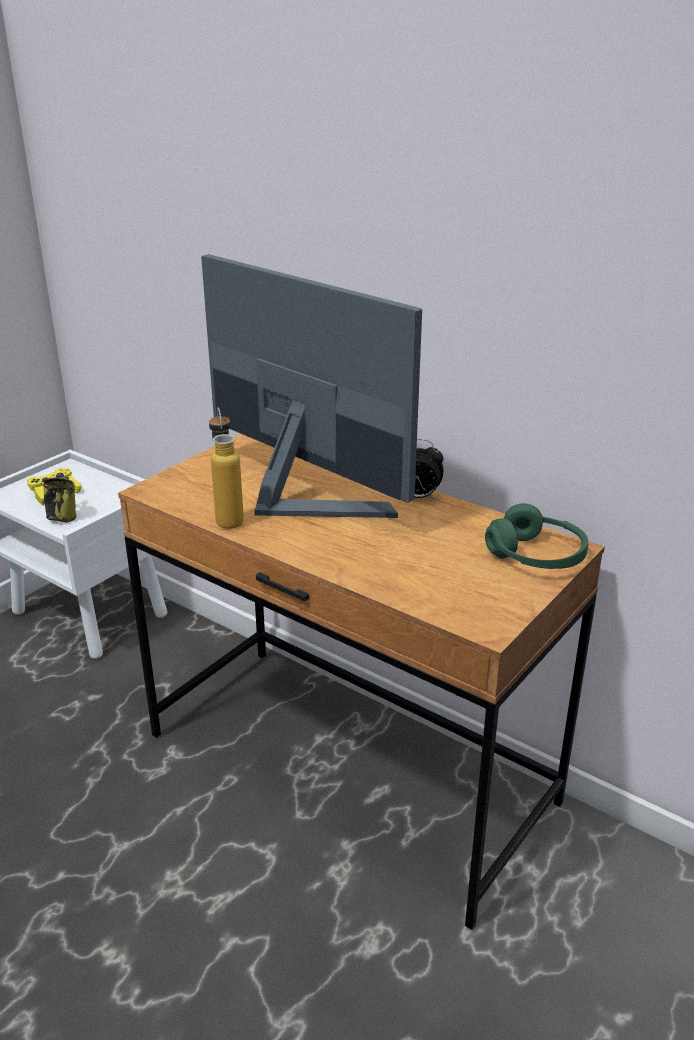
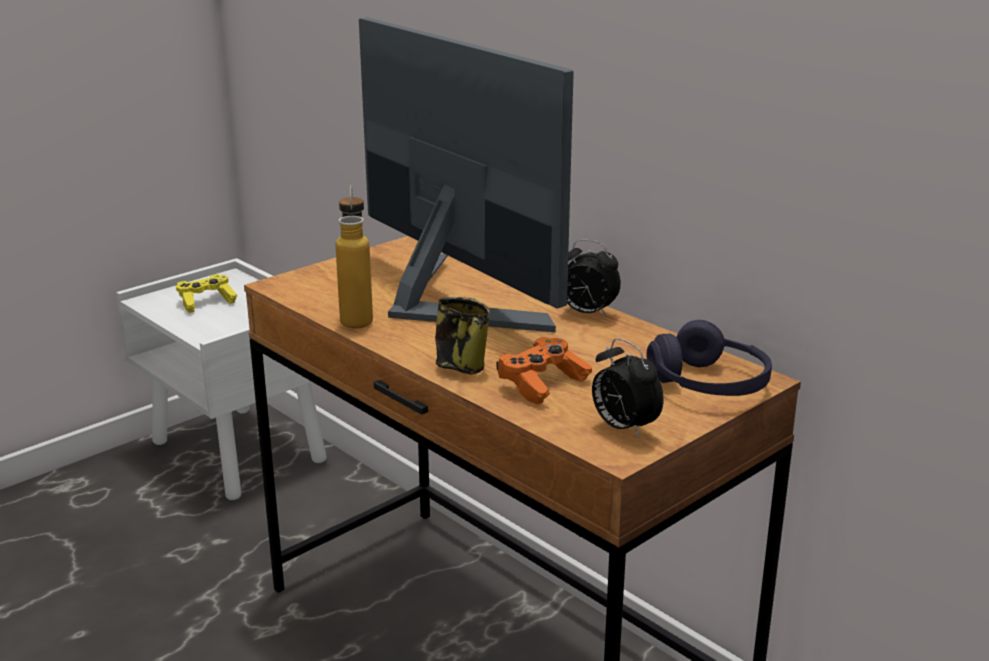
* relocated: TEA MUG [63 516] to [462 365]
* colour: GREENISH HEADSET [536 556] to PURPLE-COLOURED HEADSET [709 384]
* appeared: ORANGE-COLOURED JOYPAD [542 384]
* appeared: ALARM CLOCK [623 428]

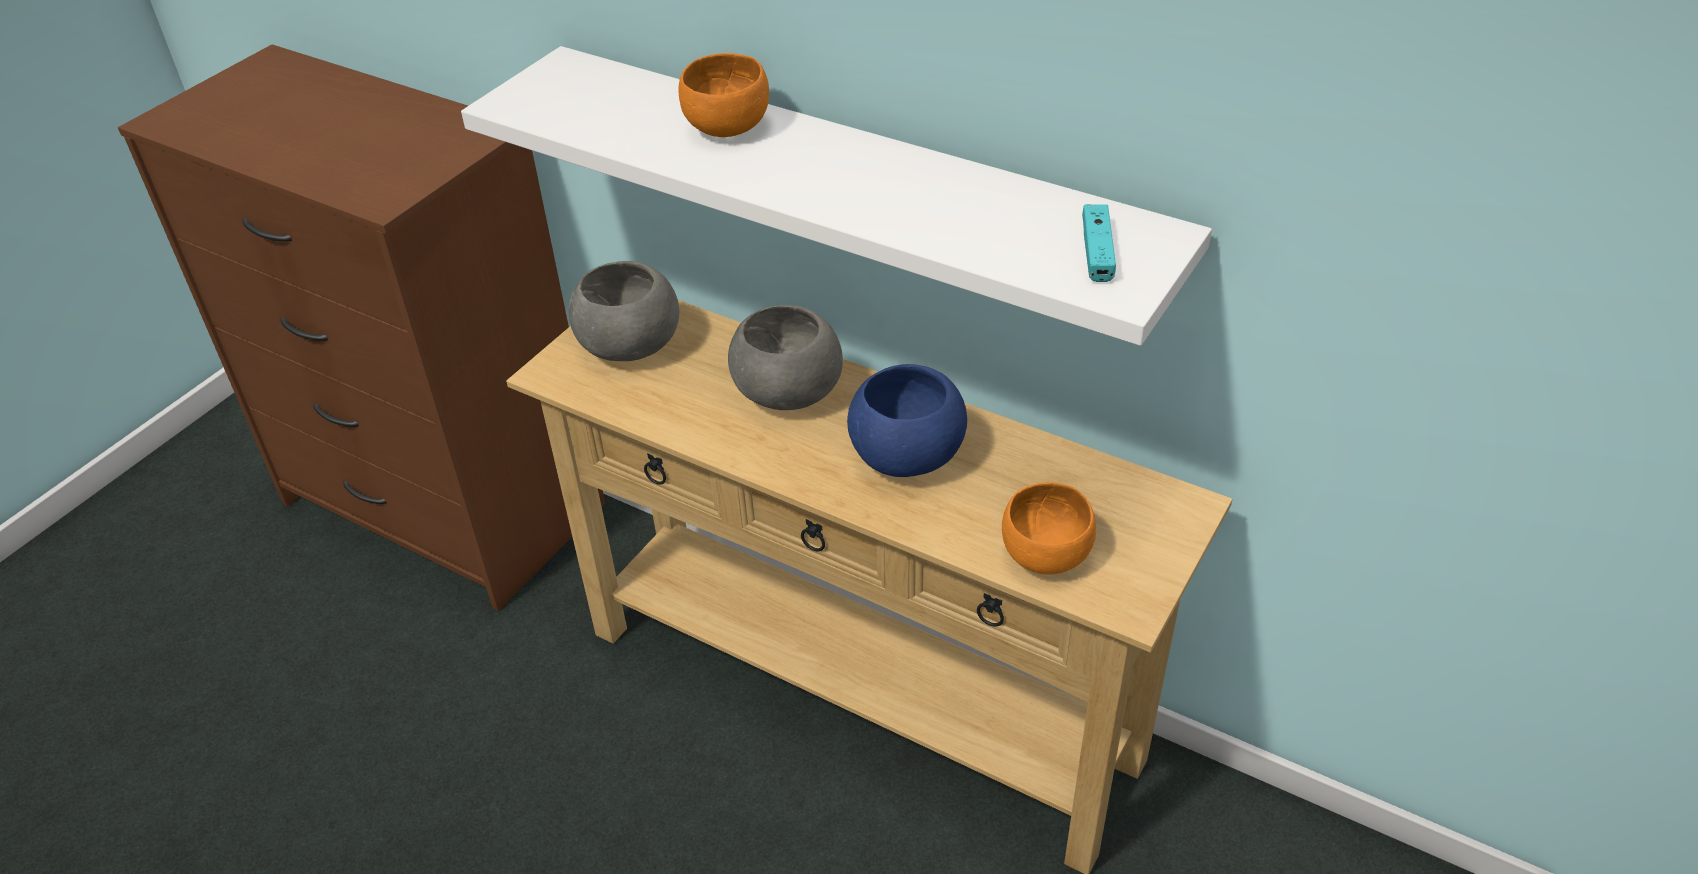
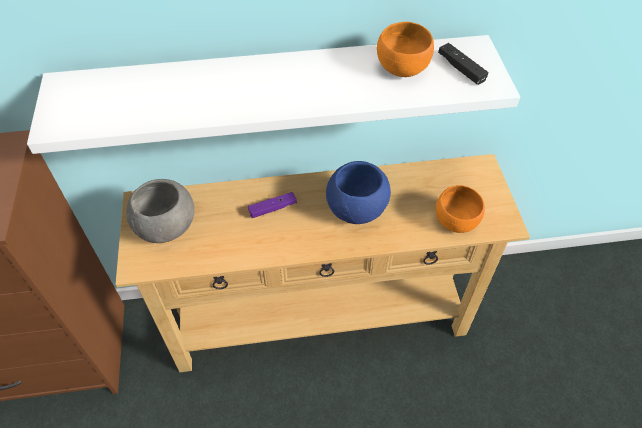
* relocated: ORANGE-COLOURED SERVING BOWL [726 130] to [403 70]
* colour: TURQUOISE-COLOURED JOYPAD [1097 252] to BLACK JOYPAD [461 69]
* exchanged: GRAY SERVING BOWL [788 395] to PURPLE-COLOURED JOYPAD [272 208]

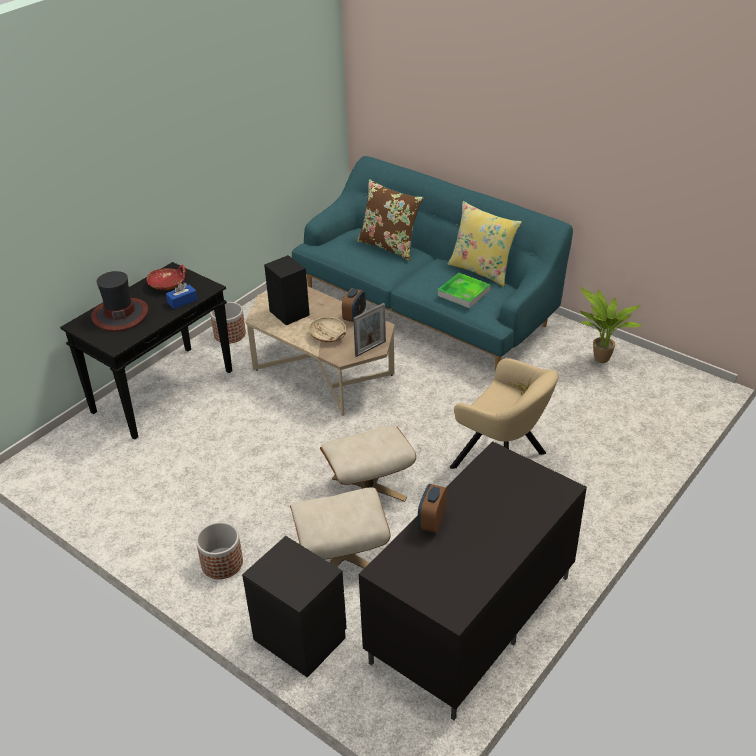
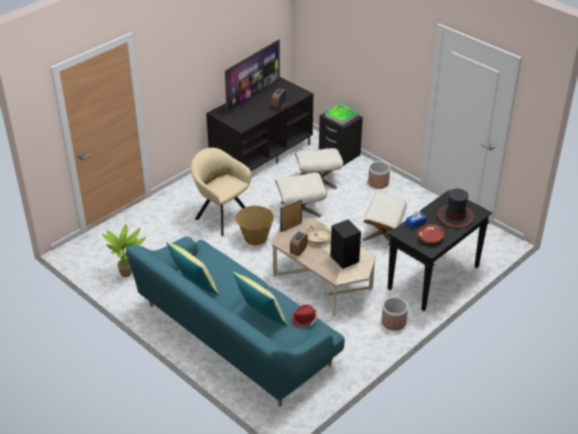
* colour: BROWN CUSHION [389 246] to YELLOW CUSHION [260 317]
* relocated: TRAY [463 293] to [341 116]
* appeared: TV SET [252 97]
* appeared: BEIGE POUFFE [383 233]
* appeared: STORAGE BASKET [255 238]
* appeared: REDDISH HAT [304 319]

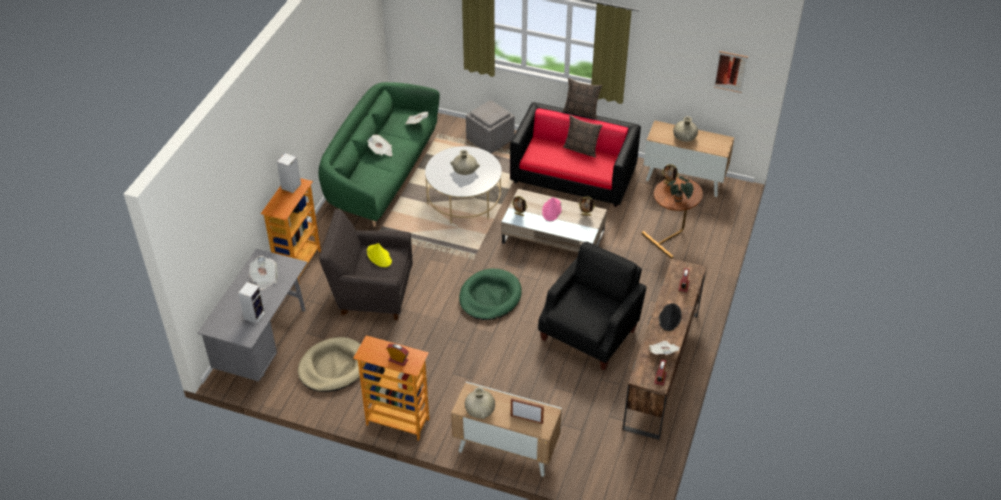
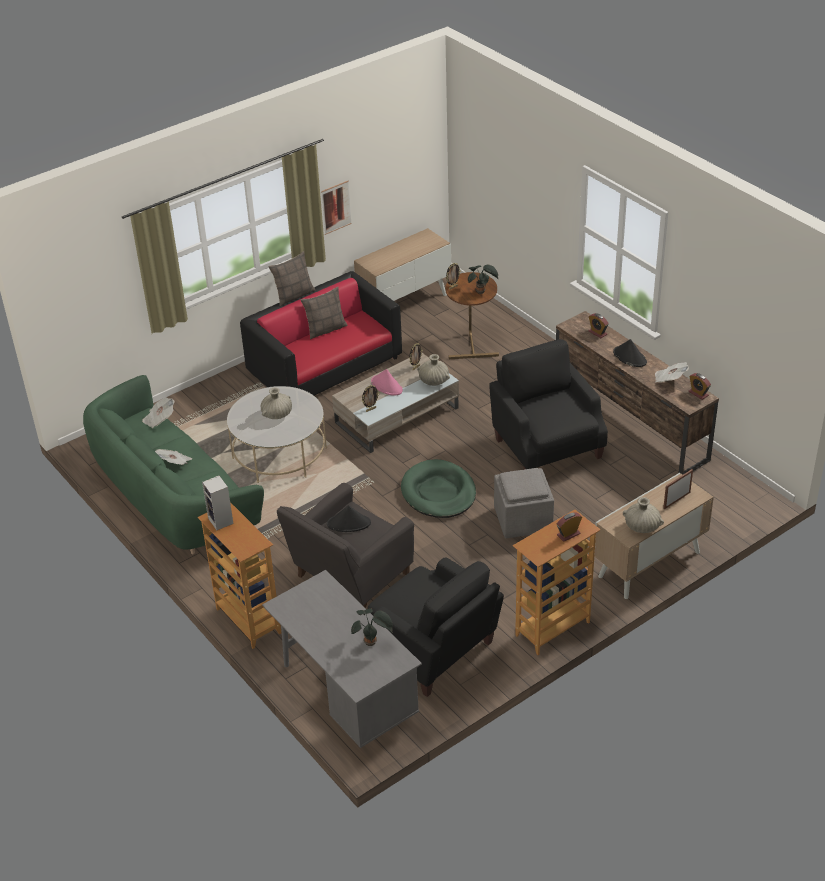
* relocated: WALL ART [730 71] to [336 207]
* relocated: GRAY POUFFE [490 140] to [523 519]
* relocated: BEIGE VASE [684 137] to [434 381]
* colour: YELLOW HAT [379 256] to BLACK HAT [349 523]
* missing: NEWSPAPER [264 278]
* exchanged: SPEAKER [254 315] to POTTED PLANT [372 642]
* exchanged: BEIGE PET BED [333 367] to BLACK ARMCHAIR [433 651]

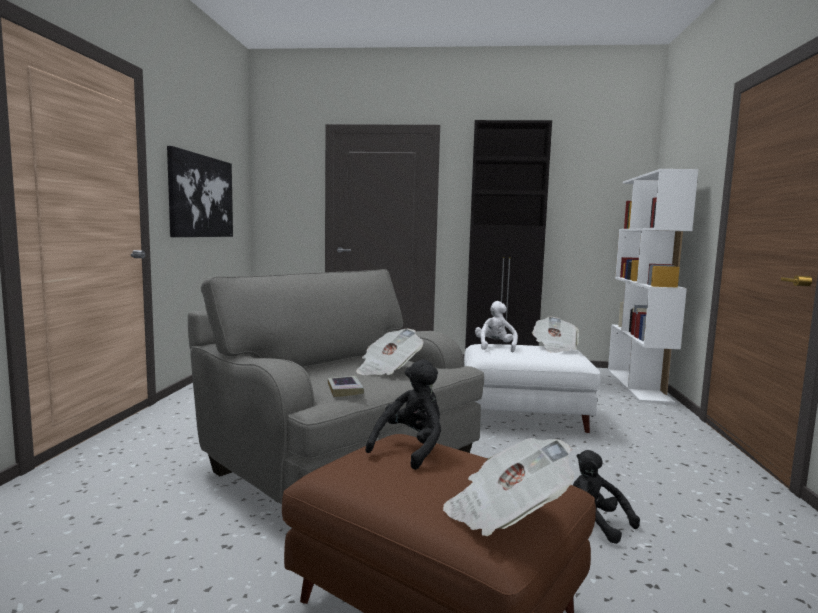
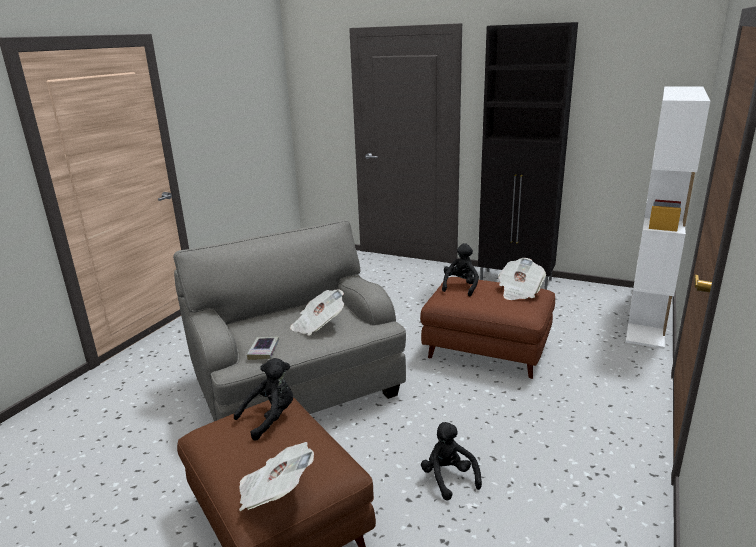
* missing: WALL ART [201 196]
* colour: WHITE-COLOURED CUDDLY TOY [495 347] to BLACK CUDDLY TOY [460 286]
* colour: WHITE-COLOURED POUFFE [524 416] to BROWN POUFFE [487 350]

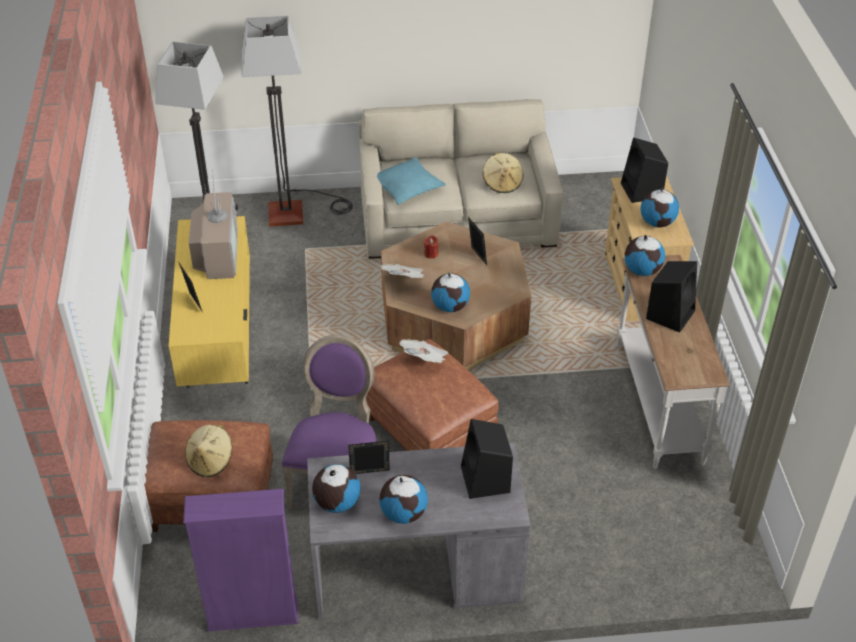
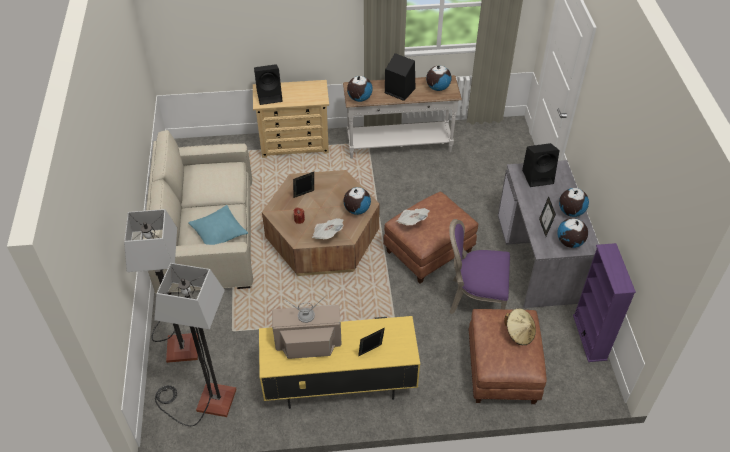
* missing: BEIGE HAT [502 183]
* relocated: WORLD GLOBE [657 222] to [437 88]

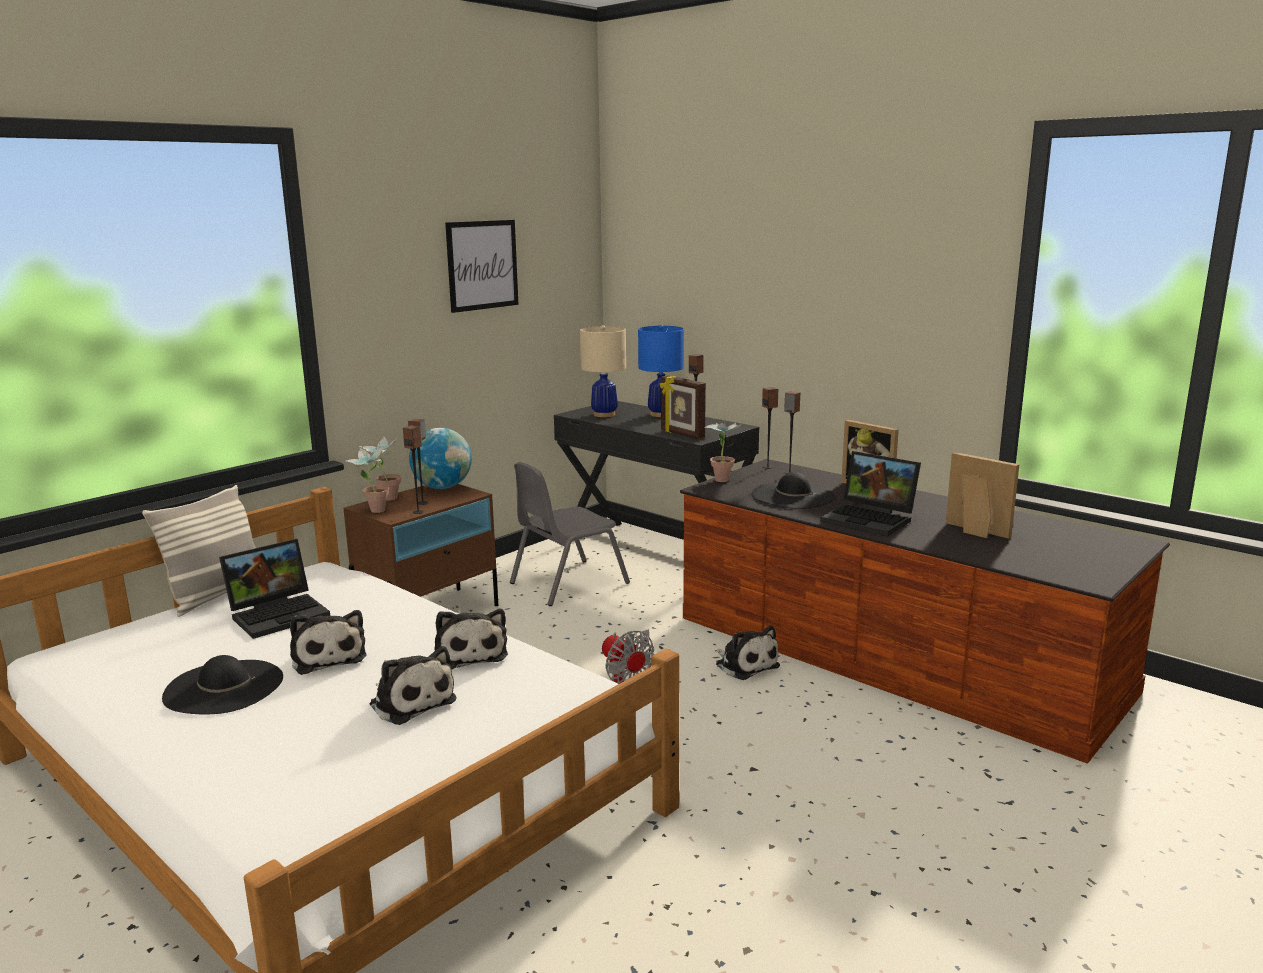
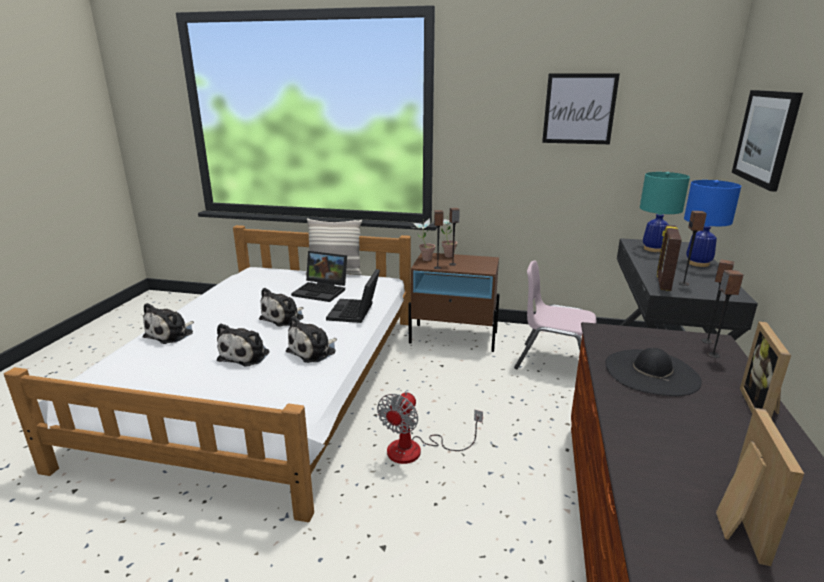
* colour: BEIGE TABLETOP LAMP [604 414] to TURQUOISE-COLOURED TABLETOP LAMP [653 249]
* missing: POTTED PLANT [723 478]
* missing: WORLD GLOBE [442 487]
* relocated: LAPTOP [871 519] to [355 312]
* colour: GRAY UPRIGHT CHAIR [568 583] to PINKISH UPRIGHT CHAIR [555 362]
* relocated: CUDDLY TOY [745 664] to [171 334]
* missing: BLACK HAT [223 687]
* appeared: WALL ART [766 137]

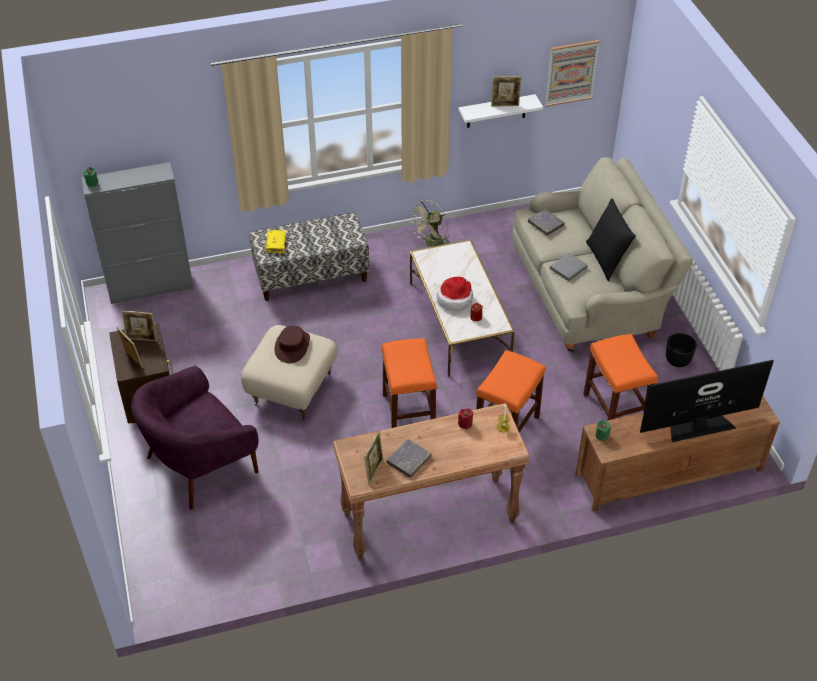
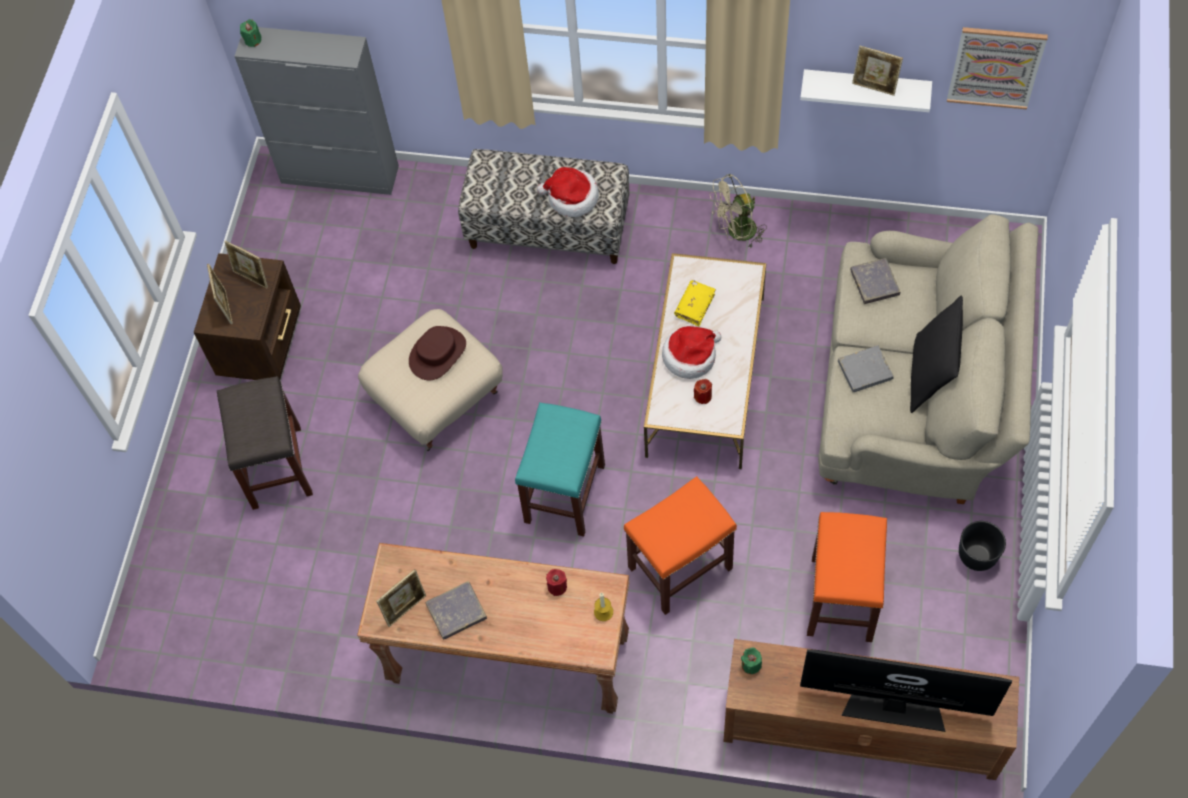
* relocated: YELLOW BOUND BOOK [276 244] to [694 306]
* colour: ORANGE-COLOURED STOOL [409 413] to TURQUOISE-COLOURED STOOL [565 495]
* exchanged: PURPLE-COLOURED ARMCHAIR [200 464] to GRAY STOOL [276 466]
* appeared: HAT [571 198]

